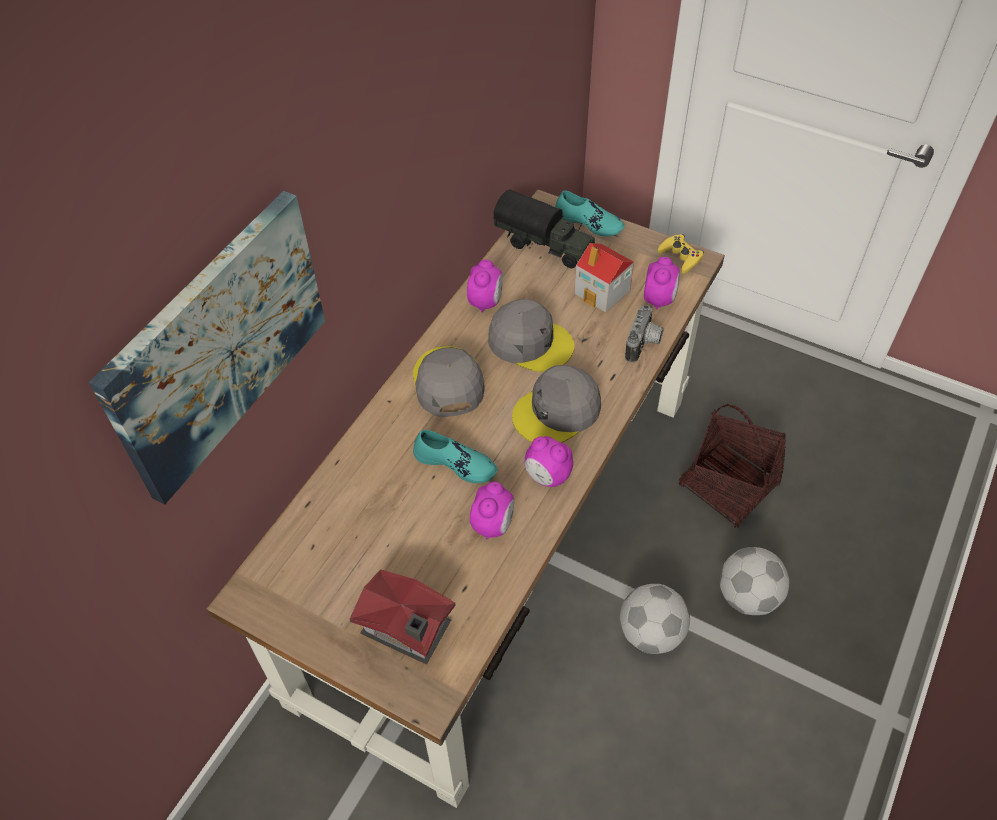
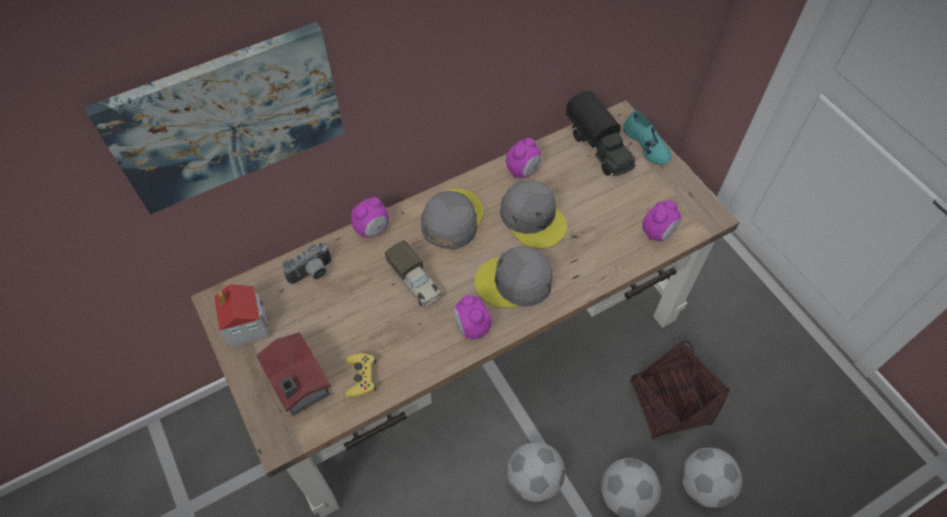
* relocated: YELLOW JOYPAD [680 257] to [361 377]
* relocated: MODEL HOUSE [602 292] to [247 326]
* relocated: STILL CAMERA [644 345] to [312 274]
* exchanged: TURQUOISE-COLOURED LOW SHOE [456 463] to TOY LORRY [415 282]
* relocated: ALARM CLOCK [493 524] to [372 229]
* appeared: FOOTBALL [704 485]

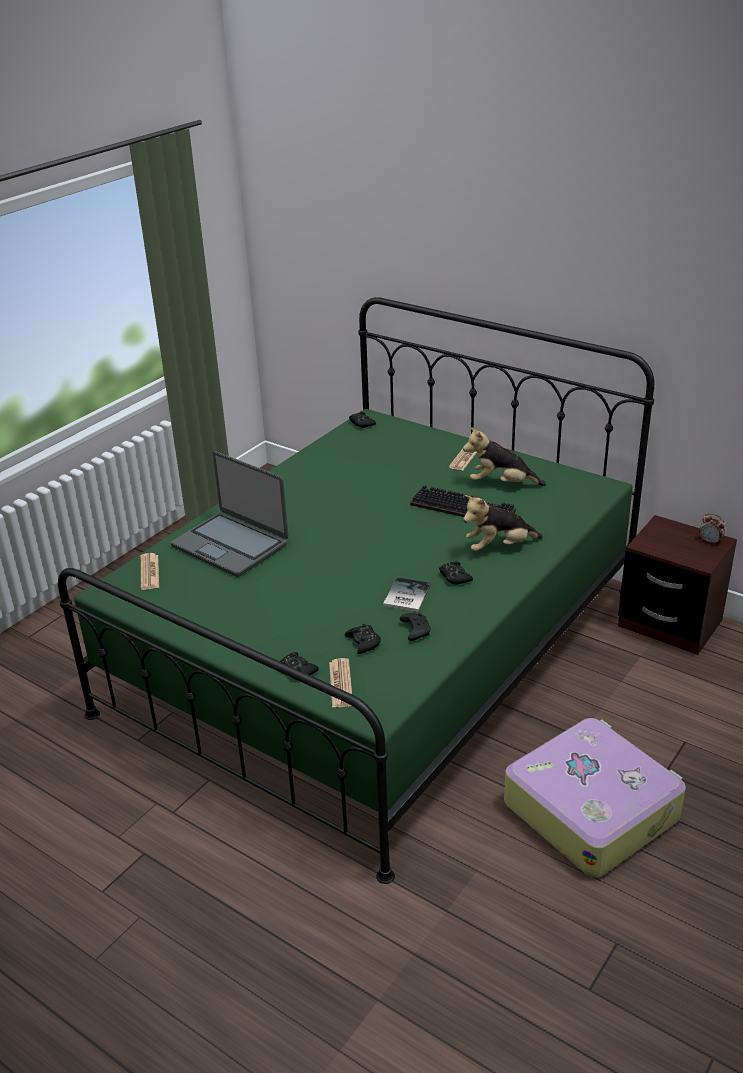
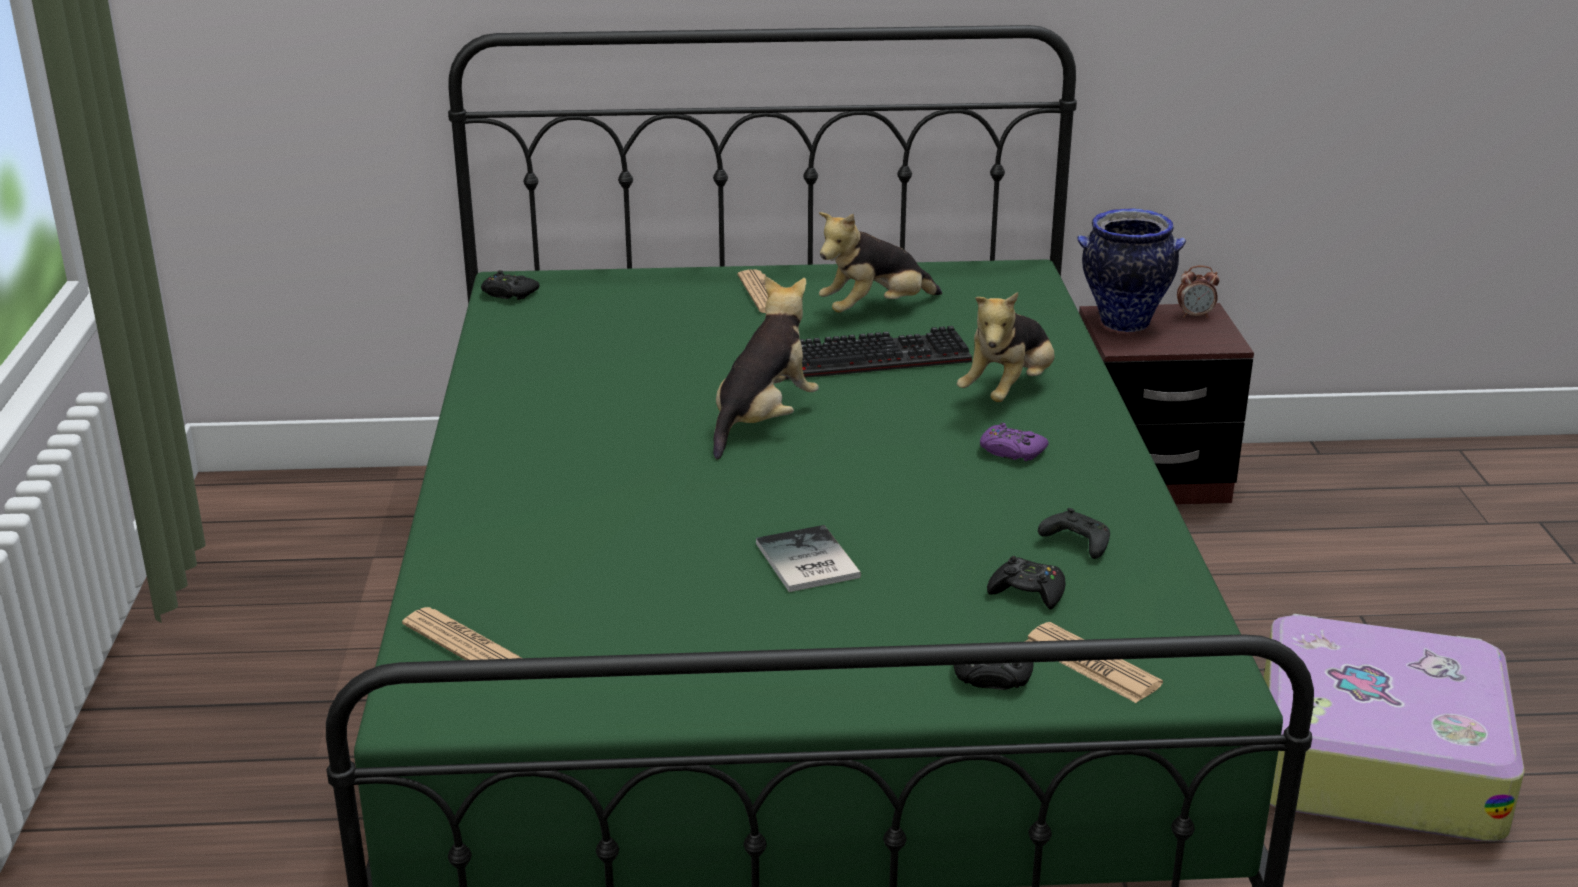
* missing: LAPTOP [231 545]
* colour: BLACK JOYPAD [454 577] to PURPLE-COLOURED JOYPAD [1011 451]
* relocated: BOUND BOOK [405 596] to [805 562]
* appeared: VASE [1123 323]
* appeared: CUDDLY TOY [763 420]

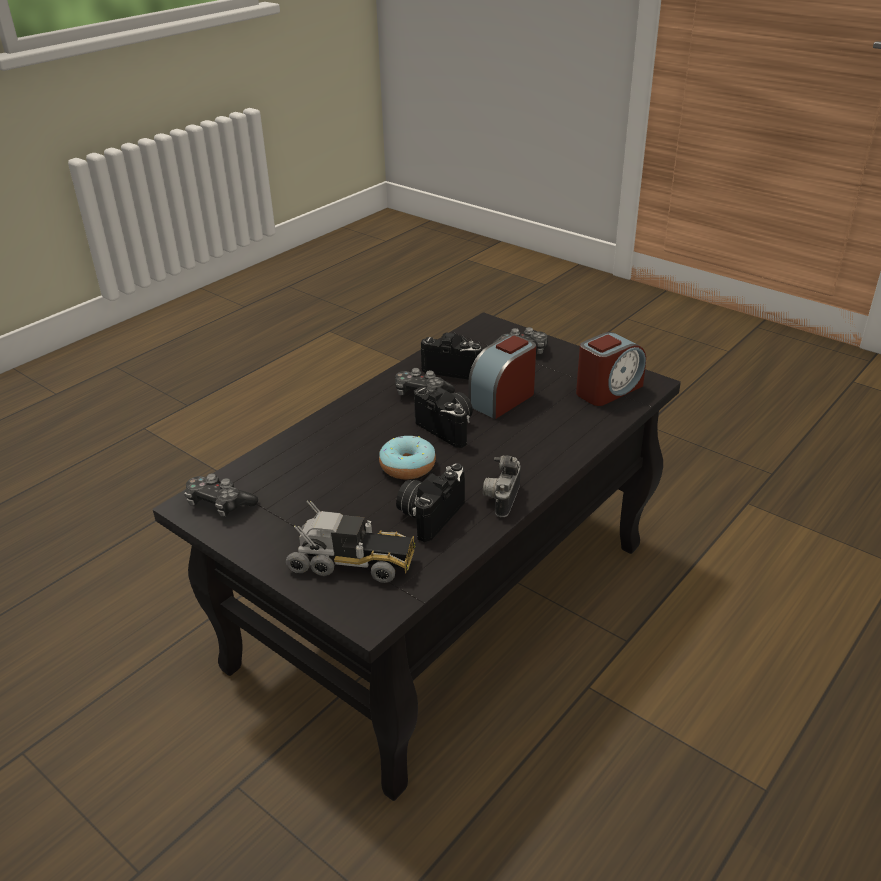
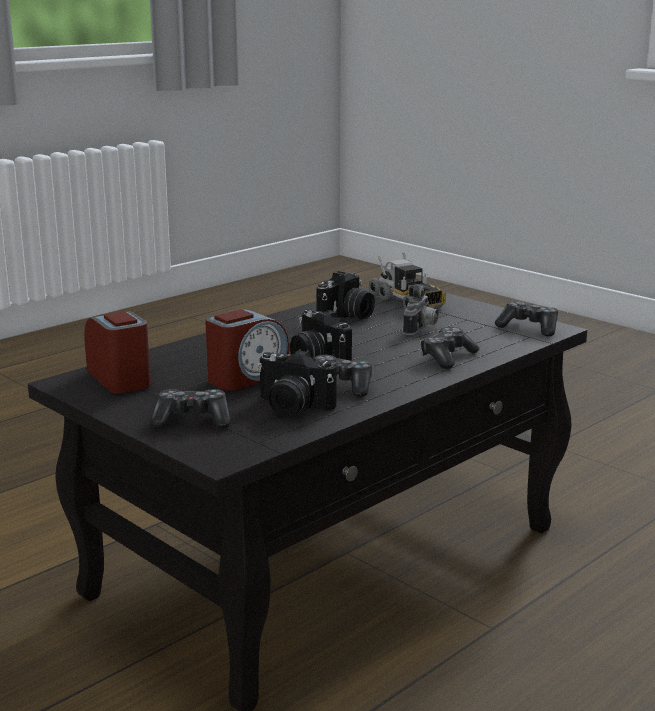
* spun: ALARM CLOCK [608 390] = [120 379] 90 degrees clockwise
* missing: DONUT [407 466]
* relocated: STILL CAMERA [501 499] to [421 329]
* spun: TOY LORRY [352 562] = [408 302] 135 degrees counterclockwise
* appeared: JOYPAD [447 357]

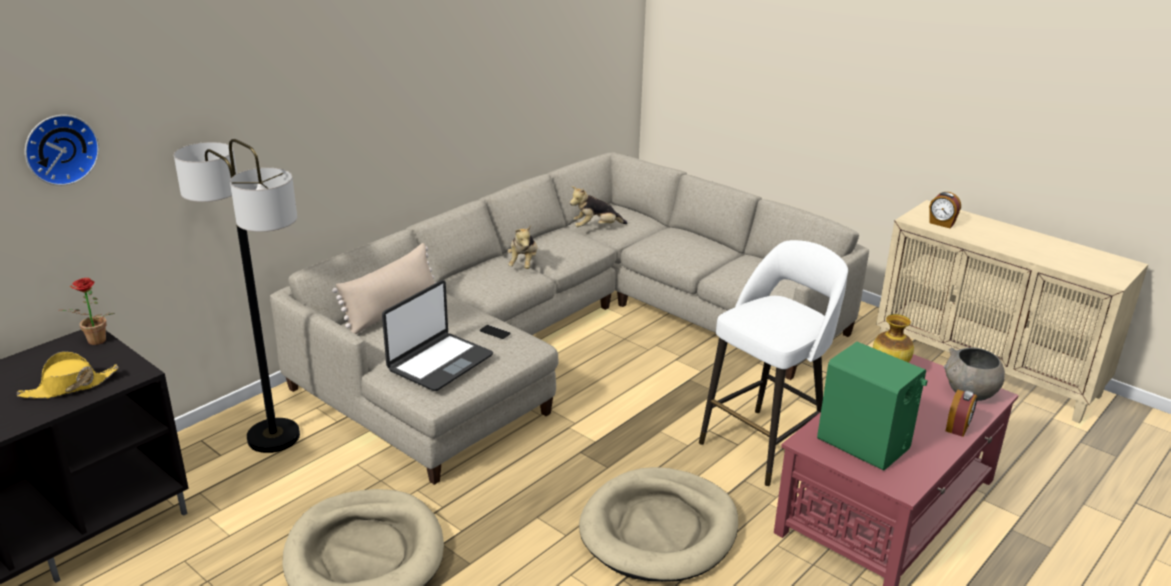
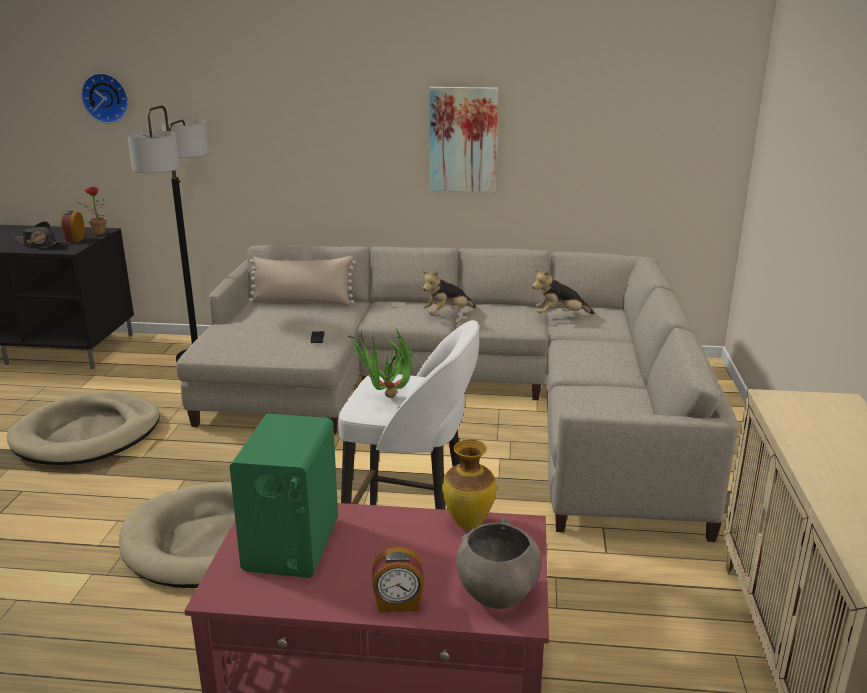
* spun: CUDDLY TOY [596 228] = [560 316] 45 degrees counterclockwise
* relocated: ALARM CLOCK [941 223] to [75 239]
* missing: LAPTOP [439 362]
* colour: YELLOW HAT [69 387] to BLACK HAT [39 244]
* appeared: WALL ART [463 139]
* appeared: POTTED PLANT [385 400]

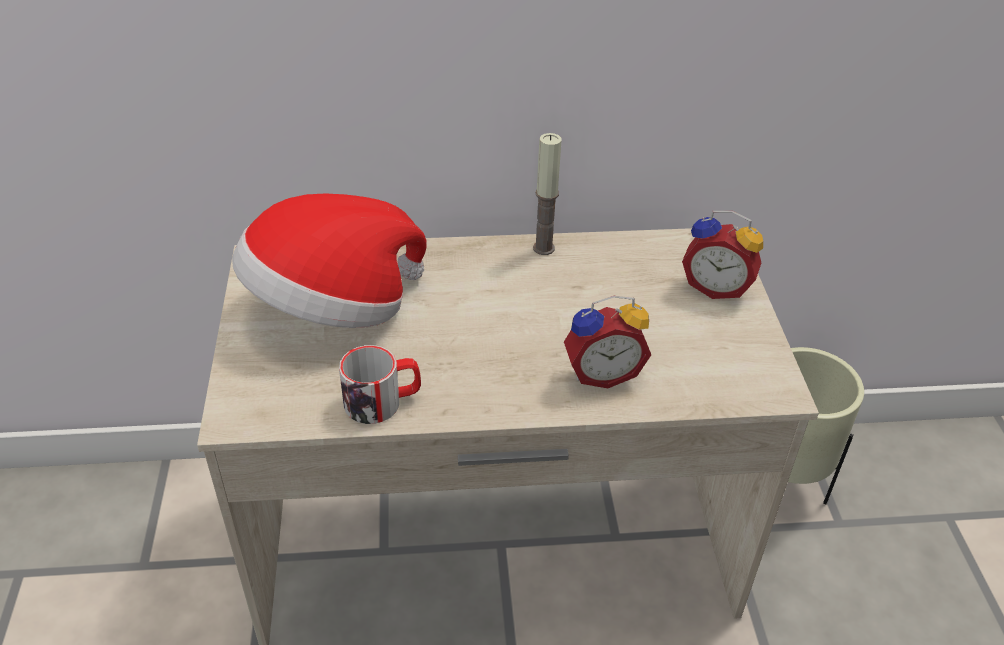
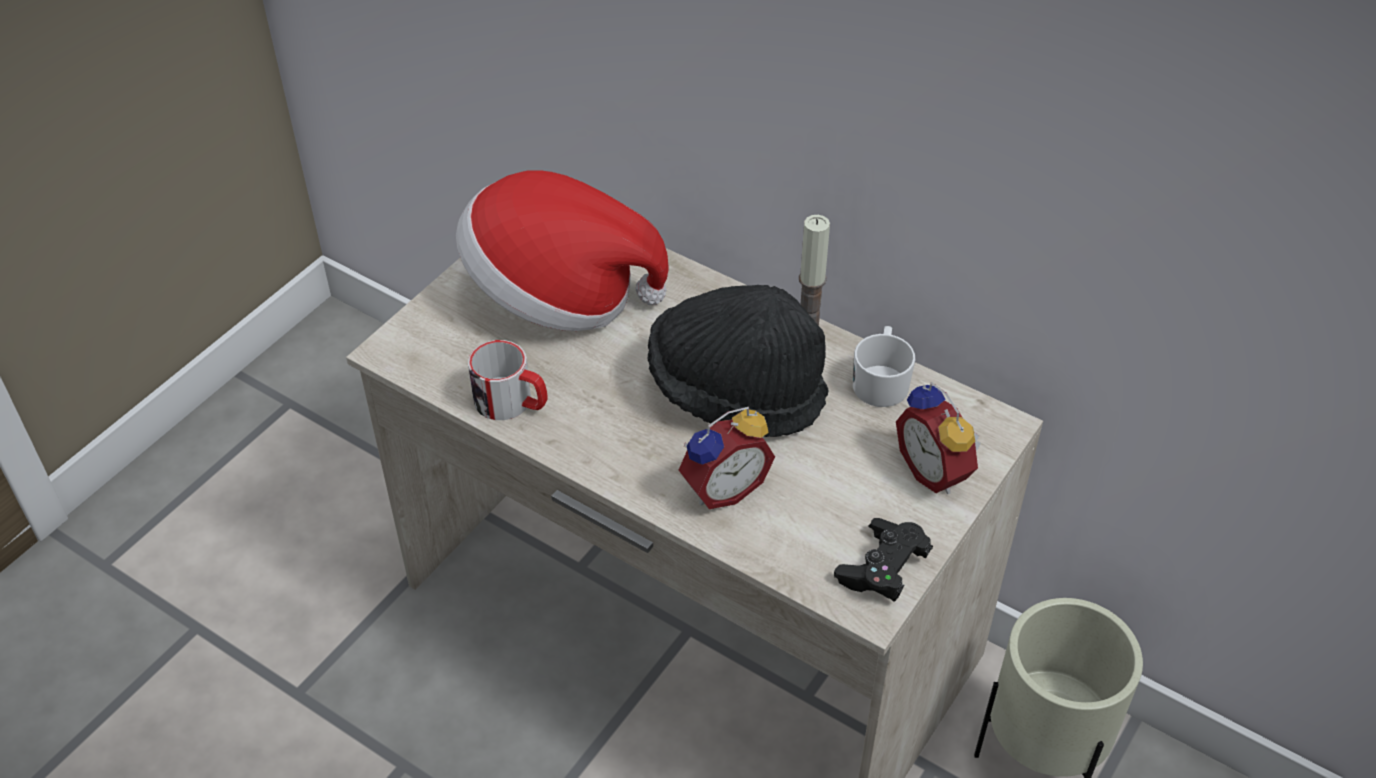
* spun: ALARM CLOCK [602 372] = [722 487] 60 degrees counterclockwise
* appeared: BLACK HAT [735 392]
* appeared: WHITE-COLOURED TEA MUG [881 381]
* appeared: BLACK JOYPAD [882 569]

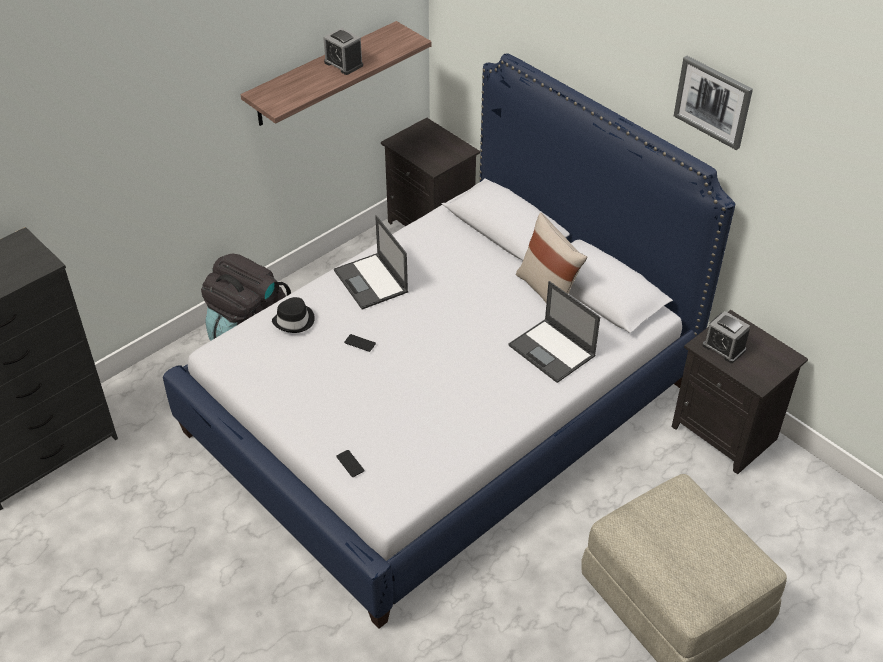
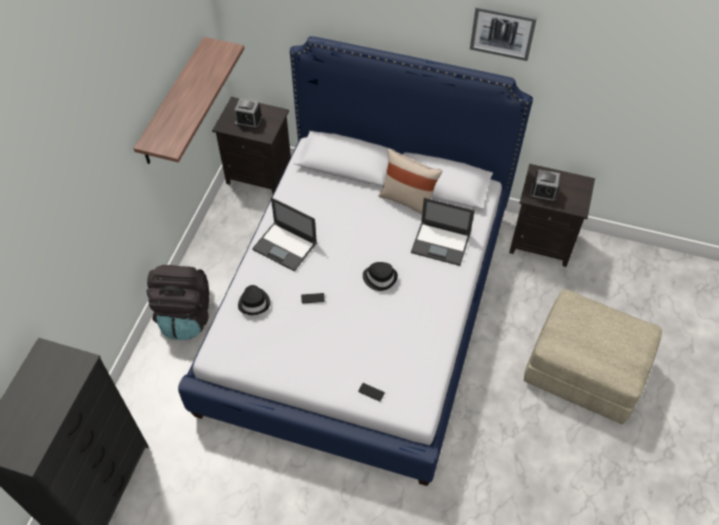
* relocated: ALARM CLOCK [343 64] to [249 121]
* appeared: BLACK HAT [380 278]

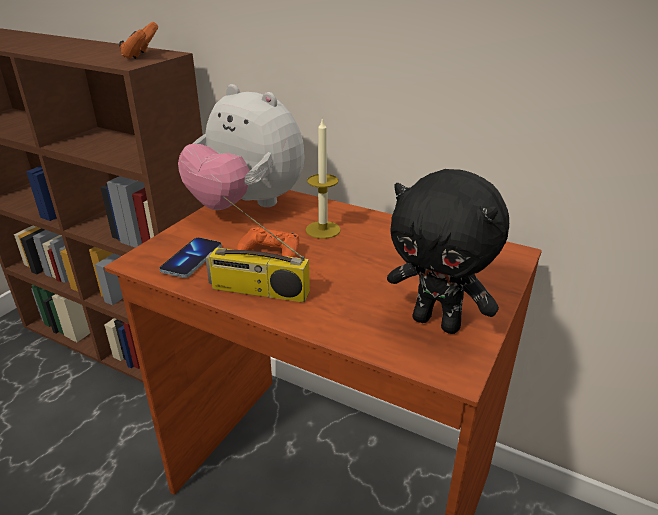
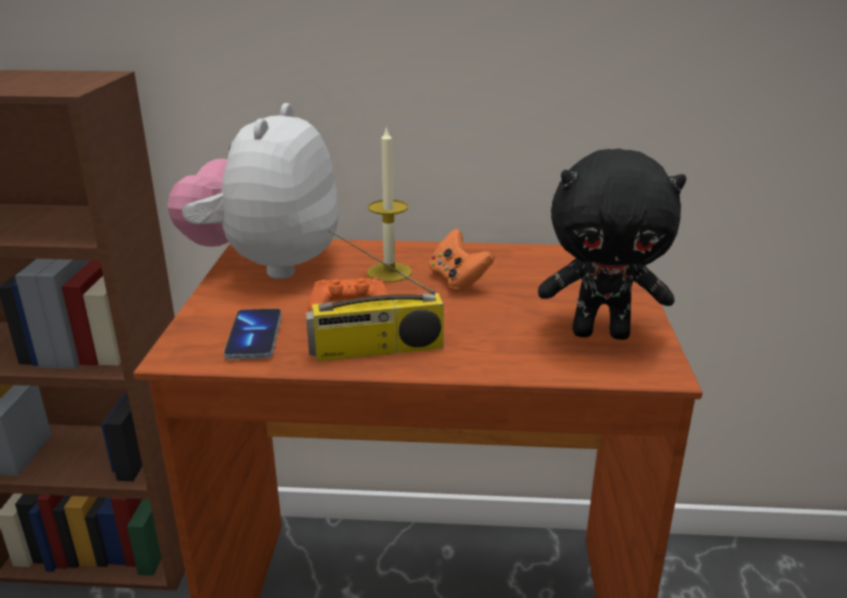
* relocated: ORANGE-COLOURED JOYPAD [141 56] to [457 280]
* spun: CUDDLY TOY [247 206] = [266 265] 90 degrees clockwise

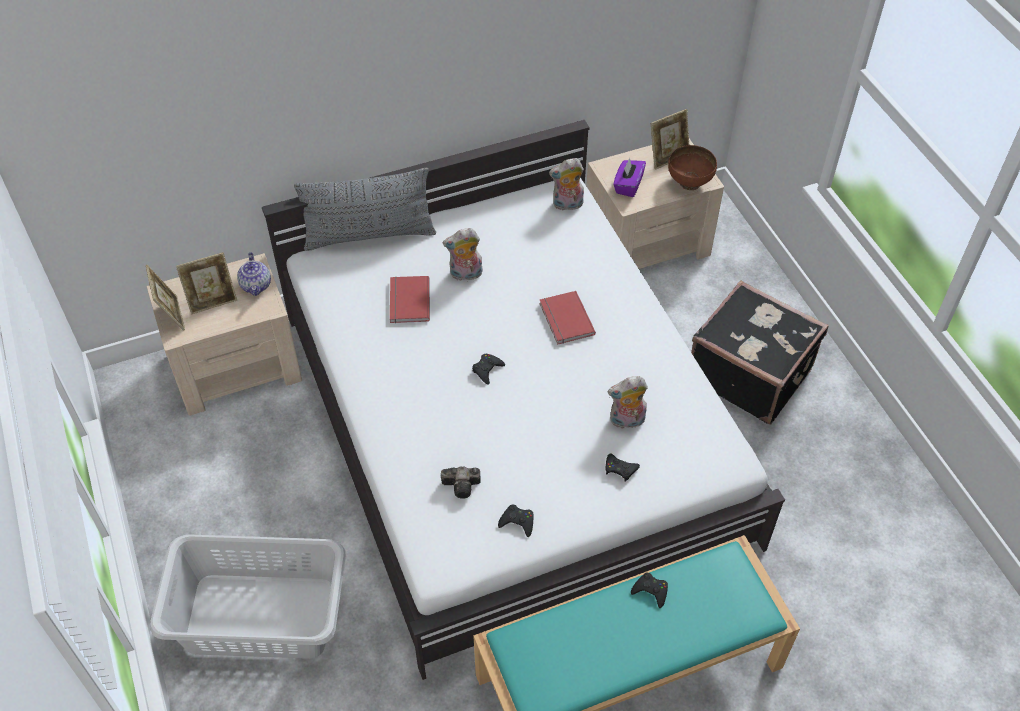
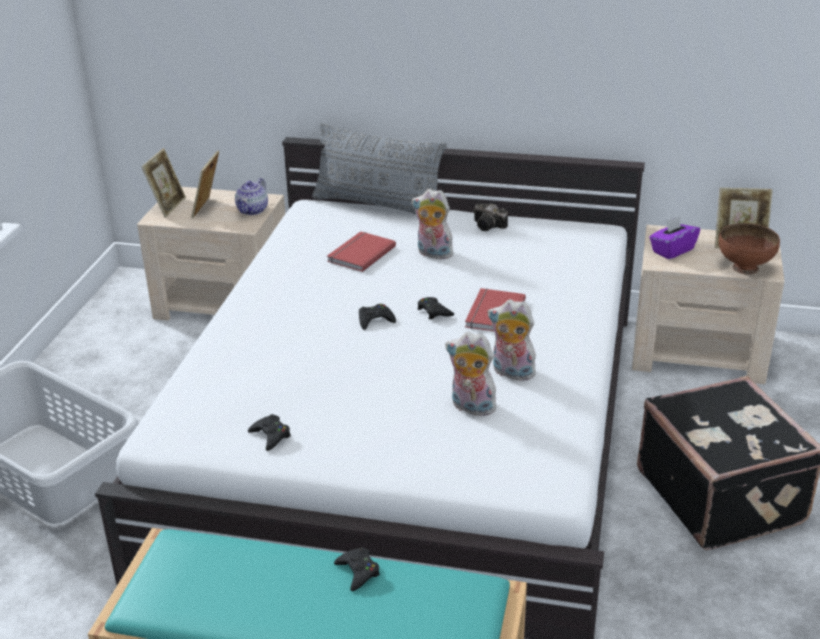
* relocated: CUDDLY TOY [567 205] to [511 373]
* spun: STANDING FRAME [212 301] = [208 208] 90 degrees clockwise
* relocated: BLACK JOYPAD [620 469] to [434 311]
* relocated: STILL CAMERA [463 486] to [490 226]

